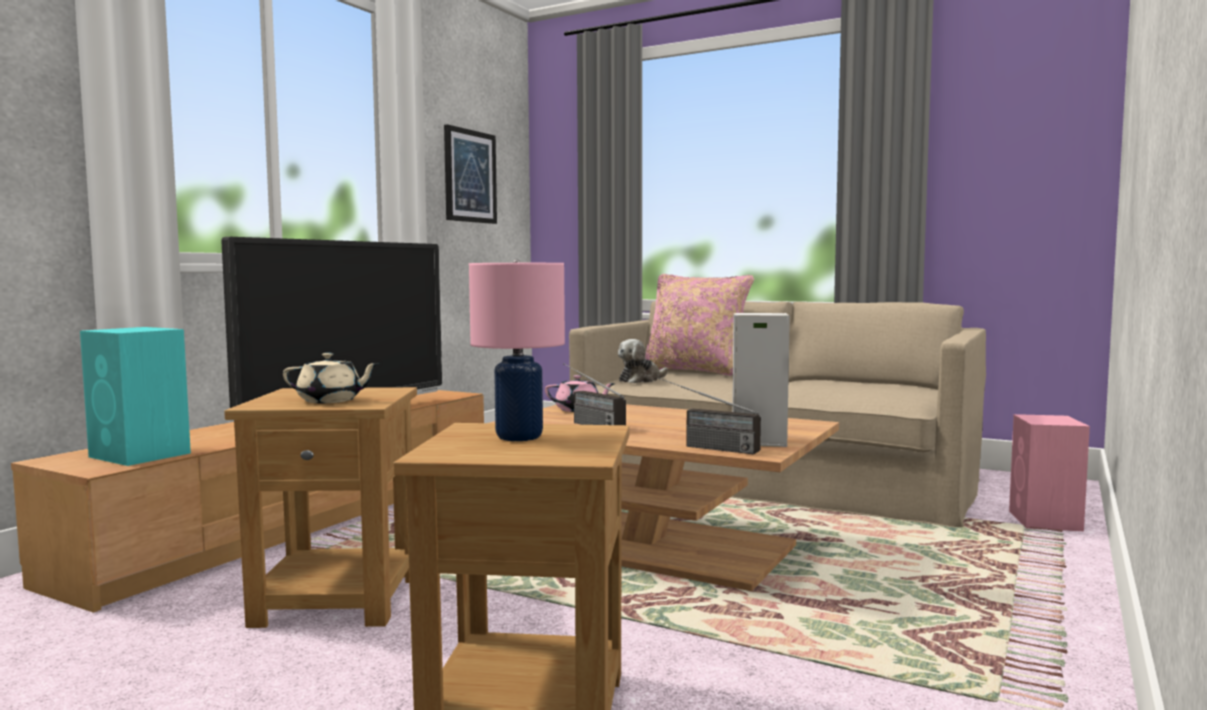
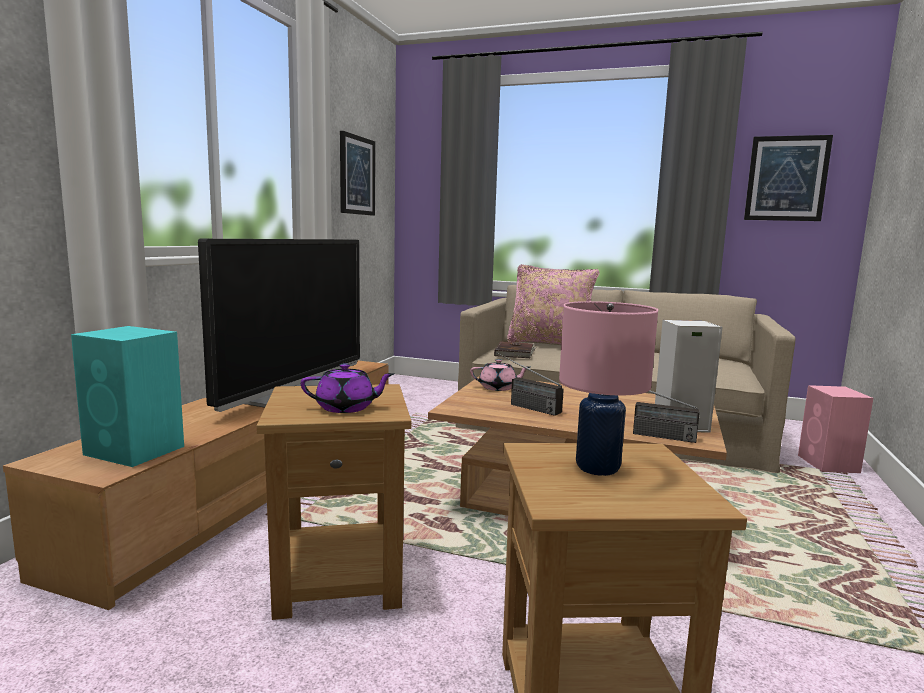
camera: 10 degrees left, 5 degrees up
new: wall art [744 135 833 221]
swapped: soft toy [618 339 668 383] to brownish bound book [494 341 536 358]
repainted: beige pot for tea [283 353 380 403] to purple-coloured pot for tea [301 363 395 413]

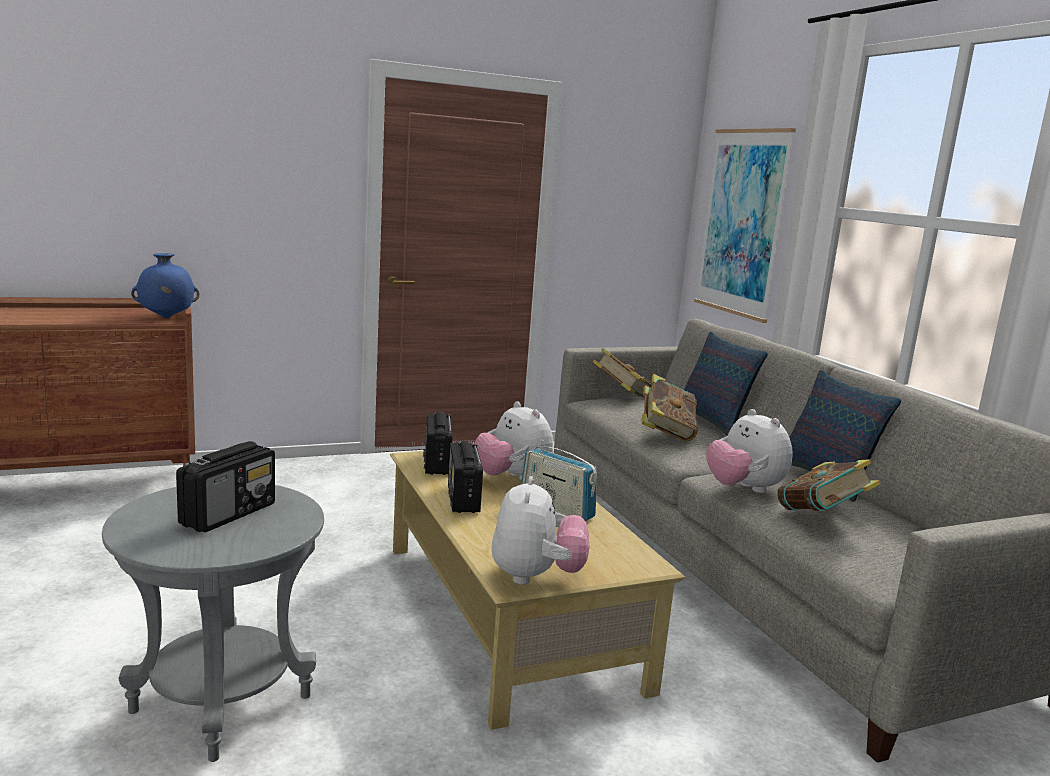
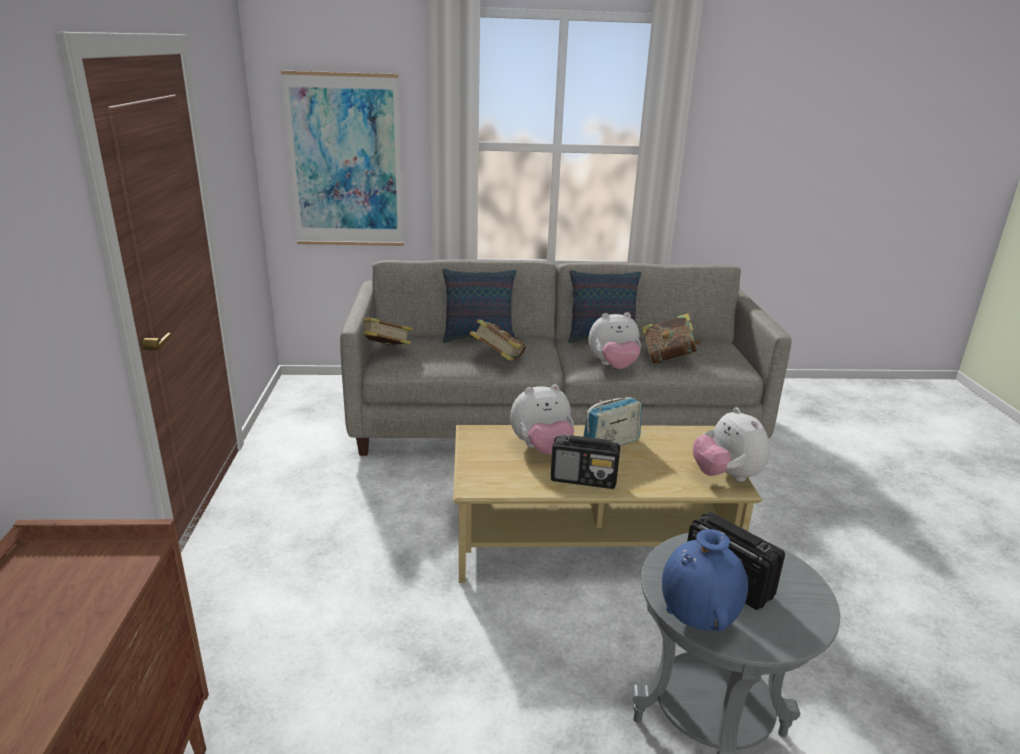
camera: 70 degrees left, 10 degrees up
gone: radio set [423 412 453 475]
shifted: bluish flower vase [131 253 199 318] to [662 529 748 631]
rotated: soft toy [492 476 590 585] = [693 407 770 482] 135 degrees counterclockwise

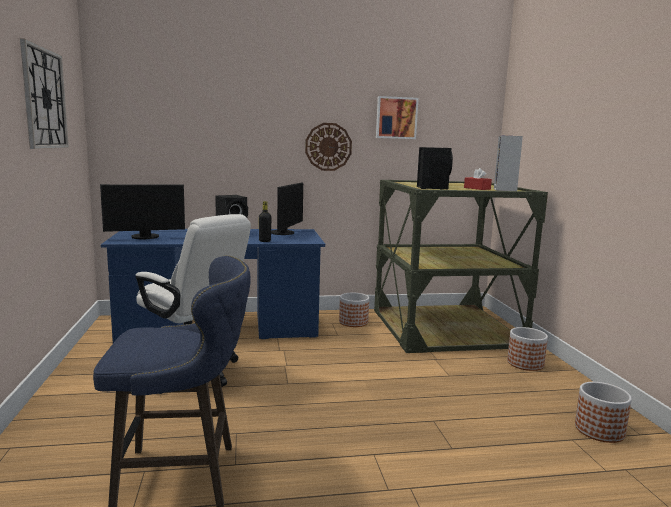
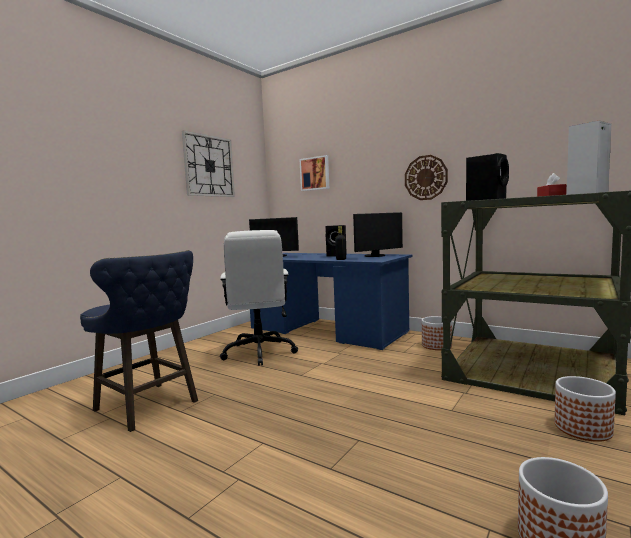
camera: 45 degrees right, 5 degrees down
shifted: wall art [376 96 419 139] to [299 155 329 191]

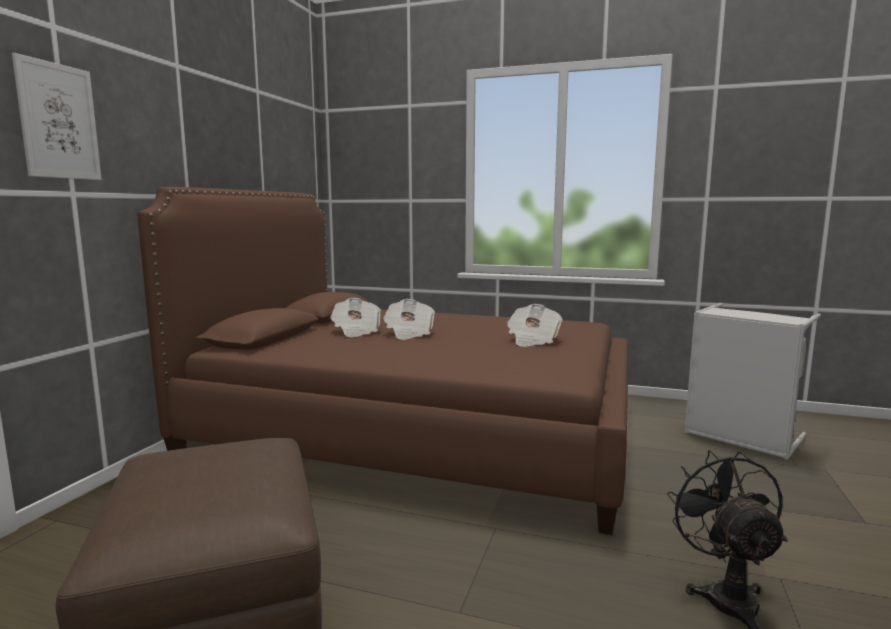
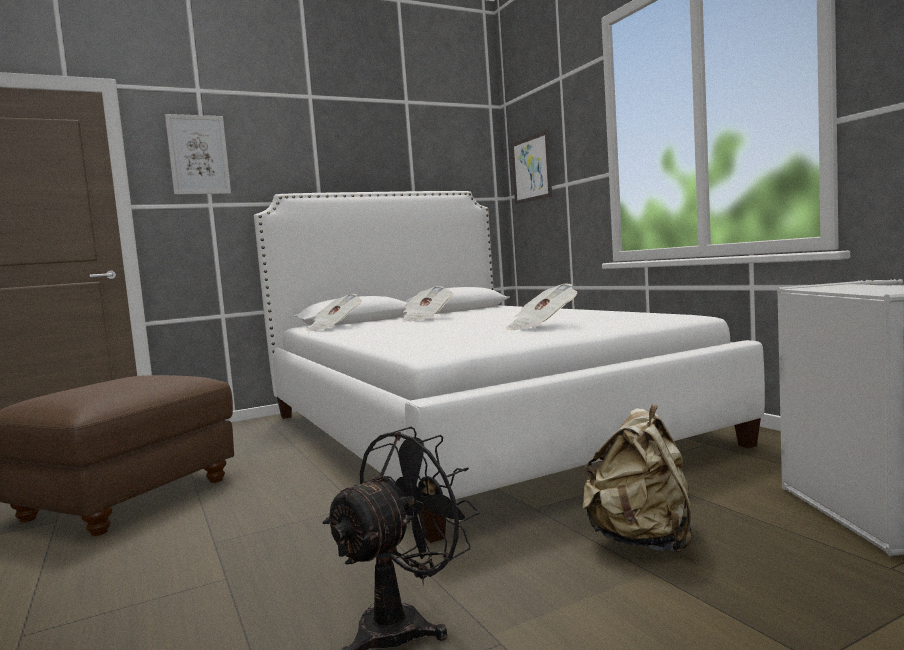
camera: 45 degrees right, 5 degrees down
new: wall art [511 130 552 204]; beige backpack [583 404 691 553]
shifted: newspaper [383 299 435 340] to [306 294 362 331]
repainted: brownish bedroom bed [137 187 628 535] to white-coloured bedroom bed [254 191 765 543]

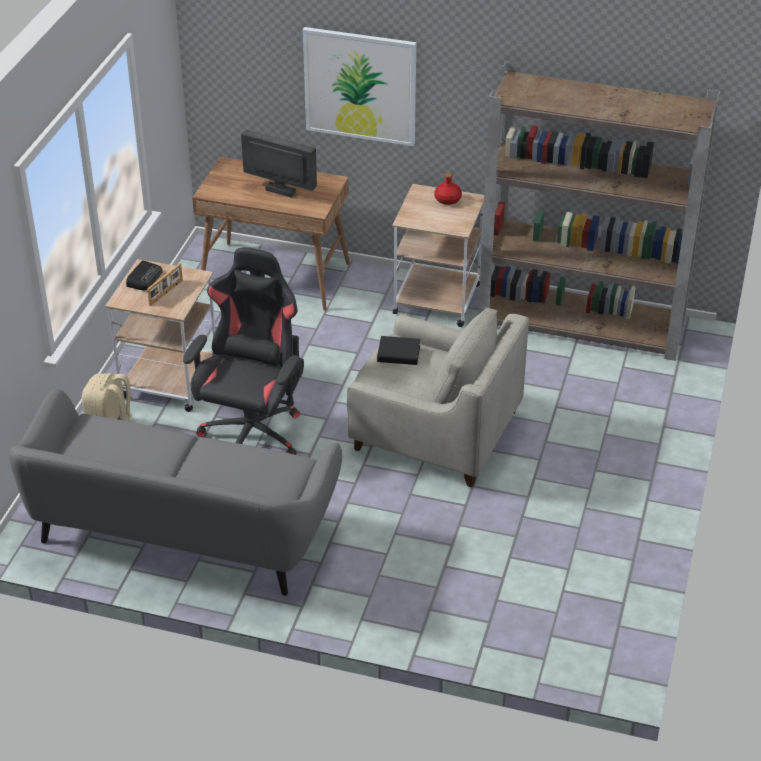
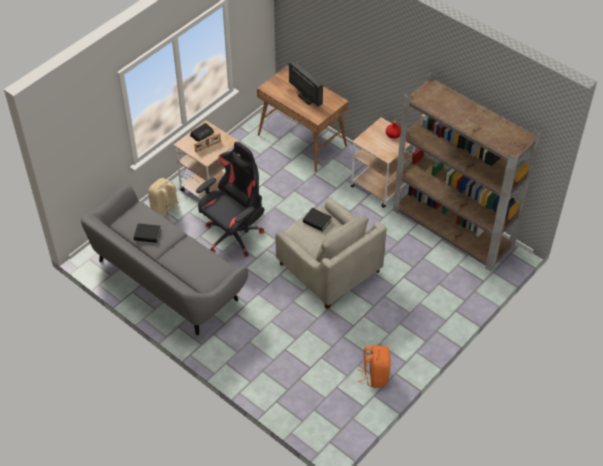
camera: 25 degrees right, 10 degrees up
gone: wall art [303 27 416 146]
new: black-coloured bound book [134 223 161 243]; orangey backpack [357 345 391 388]

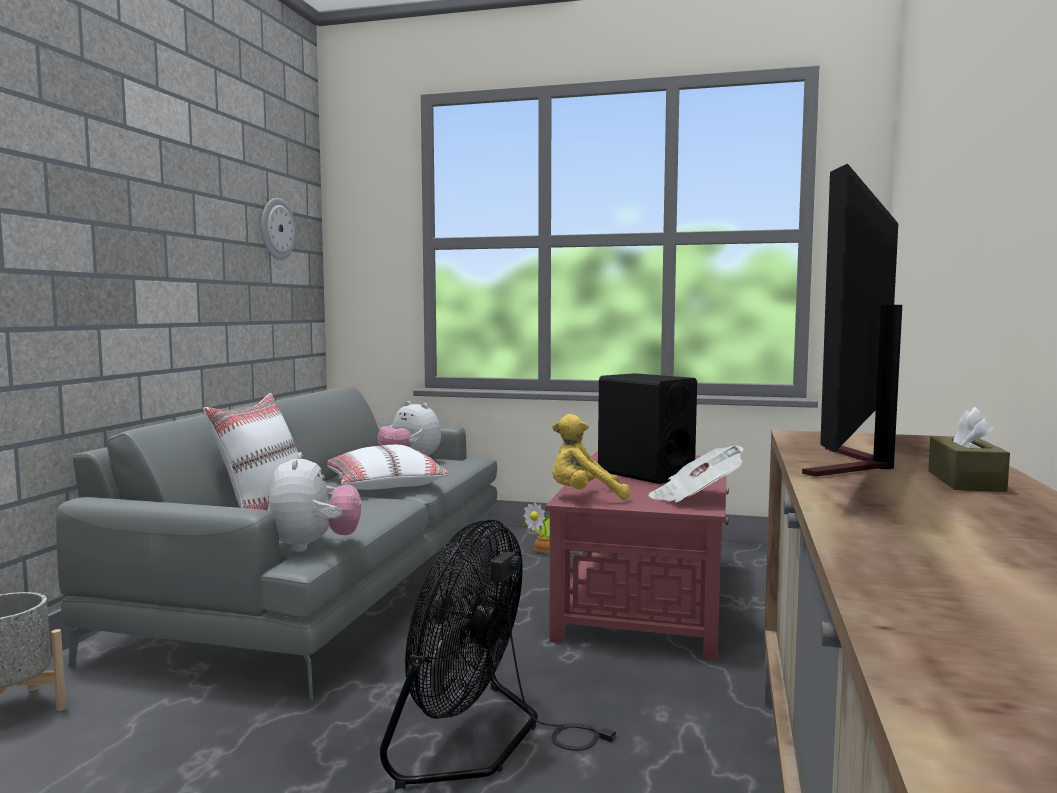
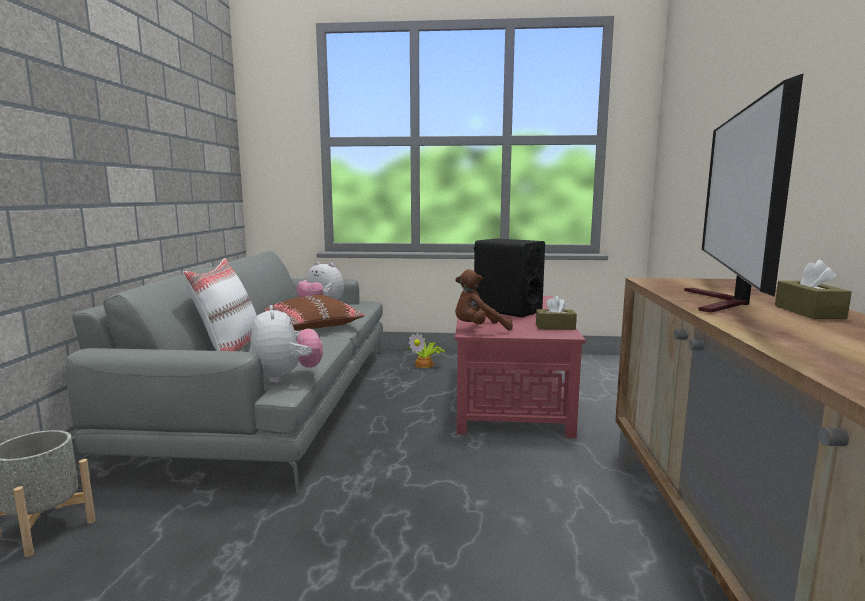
camera: 10 degrees left, 5 degrees up
gone: hanging clock [261 198 296 260]; black-coloured fan [380 519 618 789]
swapped: newspaper [649 446 744 502] to brownish tissue box [536 296 577 330]
repainted: white-coloured cushion [327 445 450 490] to brownish cushion [265 295 365 331]; yellow-coloured soft toy [552 414 630 500] to brownish soft toy [455 269 513 330]

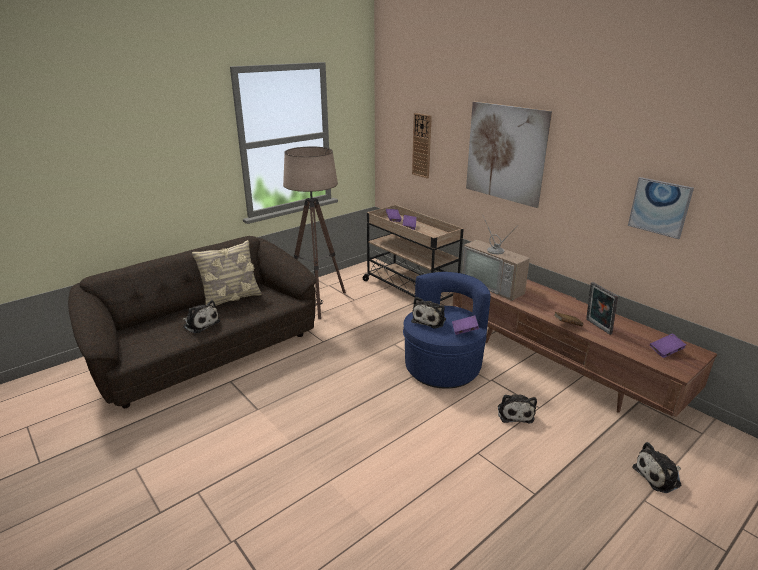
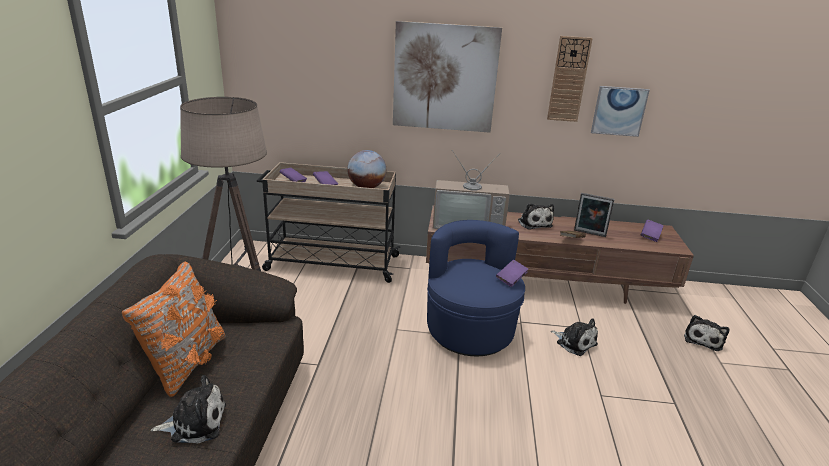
camera: 45 degrees left, 0 degrees up
new: desk globe [347 150 386 188]
shifted: soft toy [411 297 446 328] to [518 203 554 230]; hanging clock [412 113 432 179] to [547 36 593 122]
repainted: beige cushion [192 240 262 306] to orangey cushion [122 262 226 397]

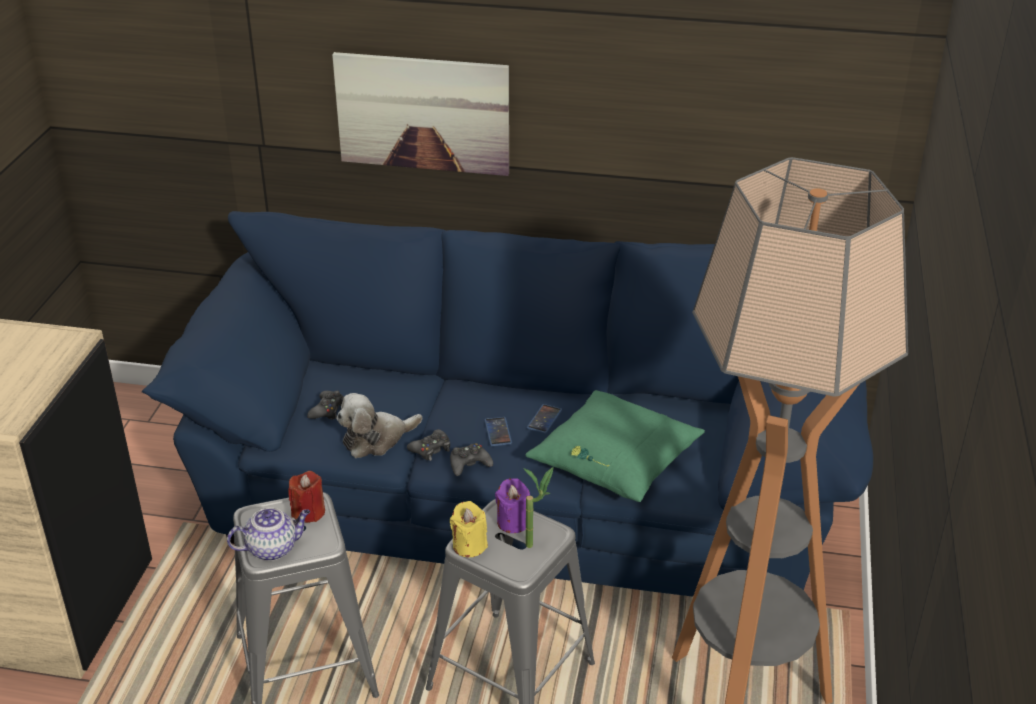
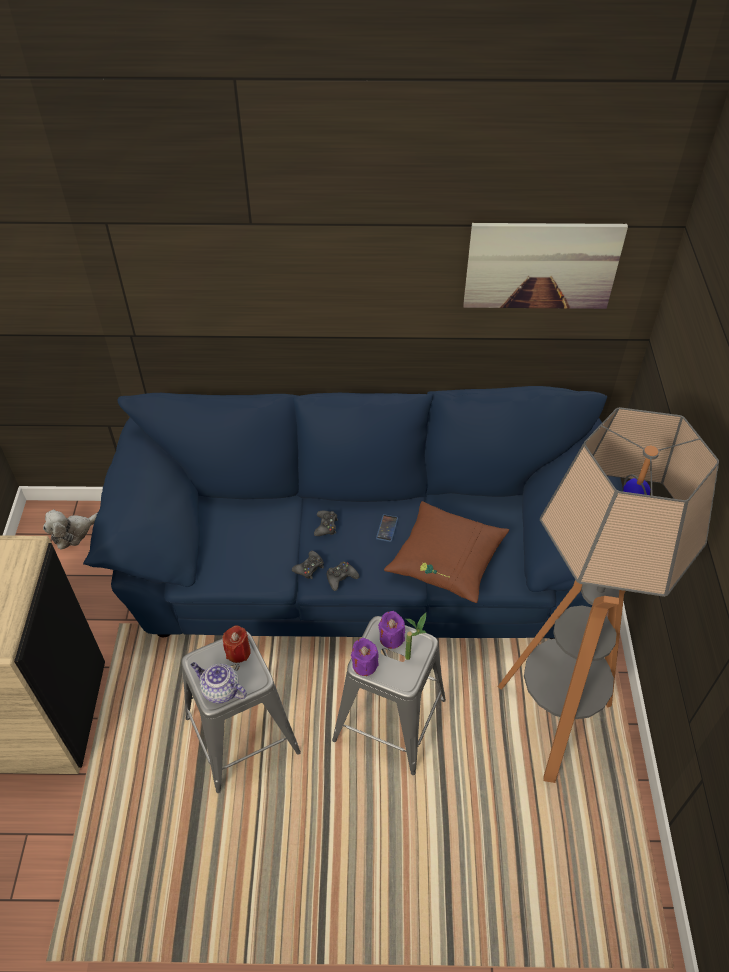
camera: 10 degrees left, 15 degrees up
gone: handset [484 417 512 446]
shifted: black-coloured game controller [307 391 344 420] to [314 511 338 536]; wall art [332 52 509 176] to [463 223 628 309]; soft toy [336 393 422 458] to [43 510 97 550]
repainted: yellow-coloured candle [450 501 488 558] to purple-coloured candle [351 638 379 676]; green-coloured cushion [526 390 705 502] to brownish cushion [384 501 509 603]
rotated: pot for tea [227 507 310 561] = [191 662 247 704] 120 degrees counterclockwise

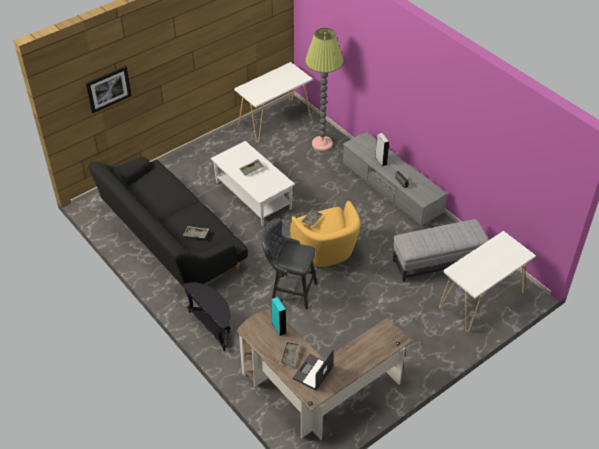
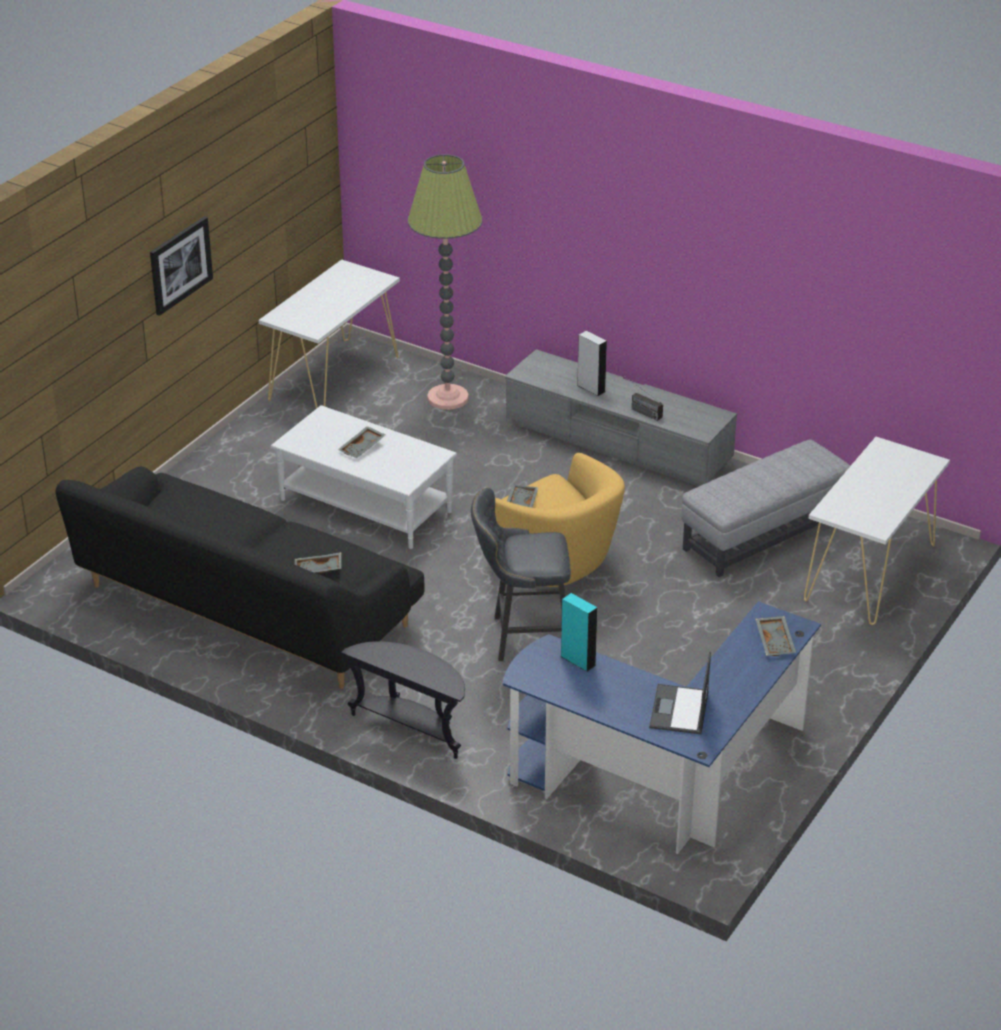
camera: 20 degrees left, 10 degrees down
shifted: wall art [86 66 132 113] to [150 216 213 316]; greyish carrying tray [279 341 301 367] to [755 616 796 656]
repainted: brownish desk unit [236 308 412 440] to bluish desk unit [503 601 821 854]

